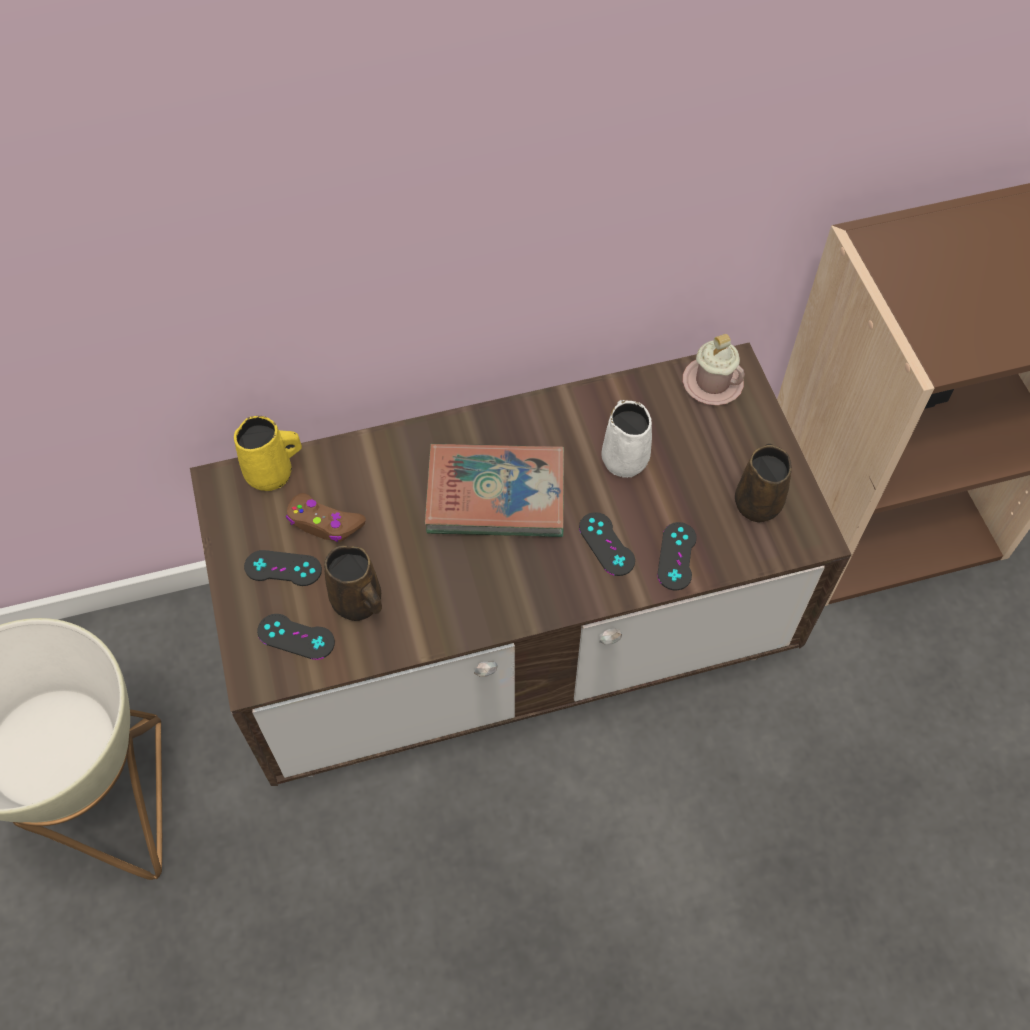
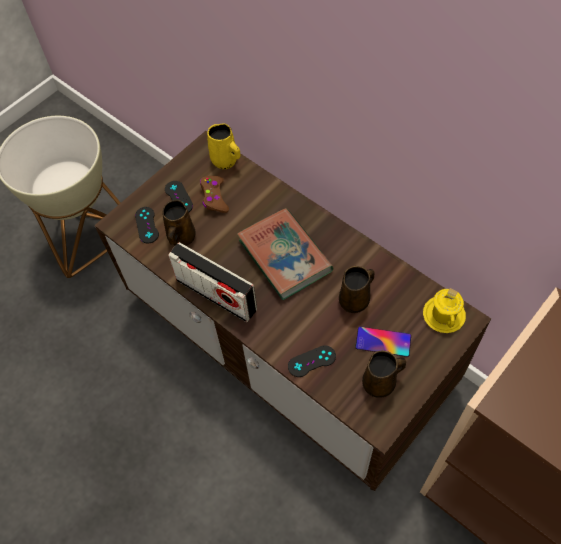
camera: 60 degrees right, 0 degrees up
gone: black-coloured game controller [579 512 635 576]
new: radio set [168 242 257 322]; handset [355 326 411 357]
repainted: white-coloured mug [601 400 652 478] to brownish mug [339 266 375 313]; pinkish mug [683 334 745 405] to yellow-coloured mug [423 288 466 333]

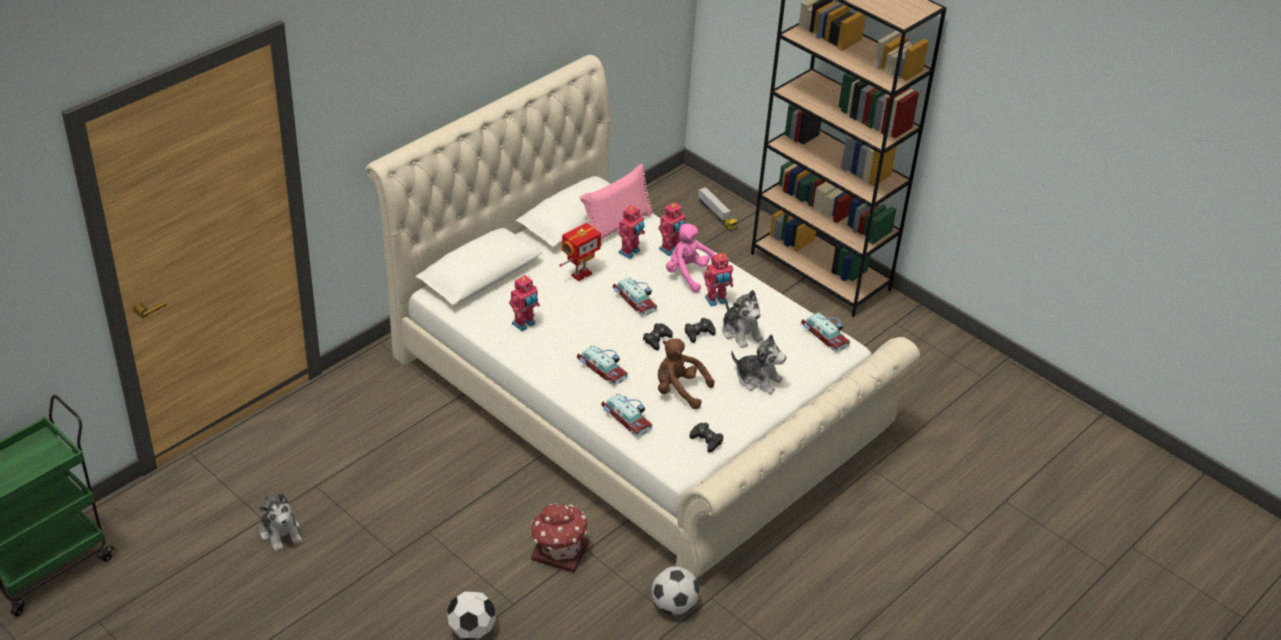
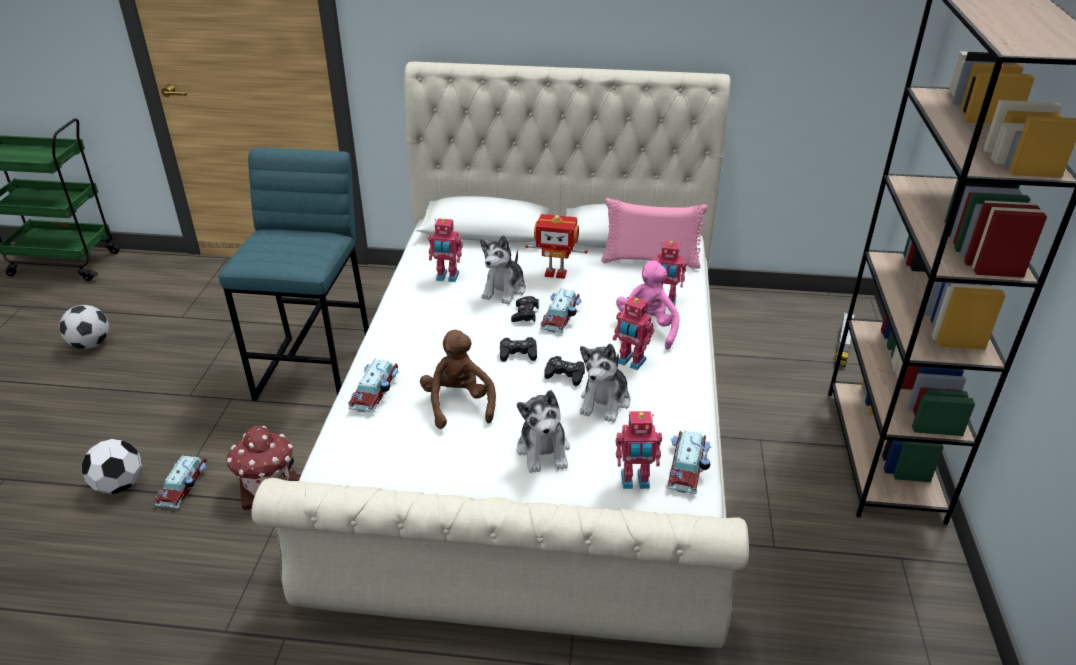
camera: 55 degrees right, 5 degrees down
new: turquoise-coloured stool seat [219 147 369 401]
shifted: soft toy [258 493 302 552] to [480 235 526 305]; model car [577 345 628 386] to [154 455 207 508]; model robot [618 205 645 259] to [616 411 662 489]; football [652 566 699 615] to [59 305 109 349]; black-coloured game controller [689 423 723 453] to [511 296 539 322]

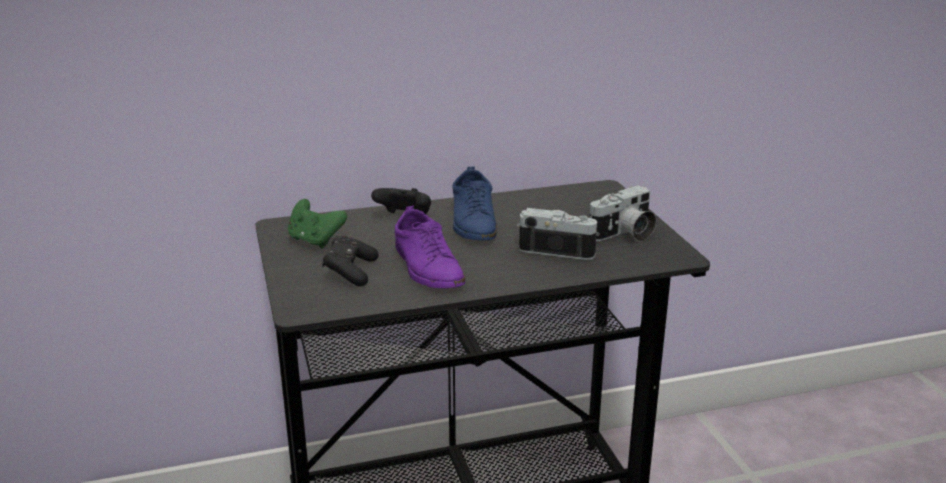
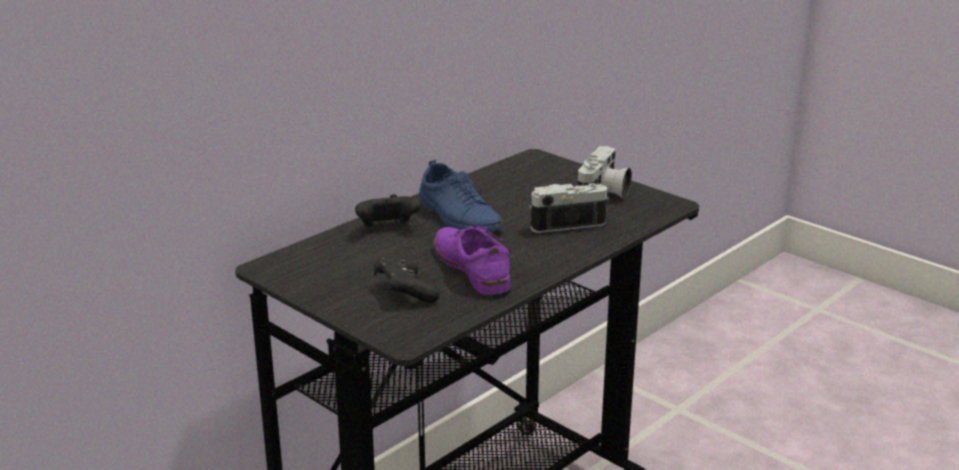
camera: 30 degrees left, 0 degrees up
gone: green-coloured game controller [288 199 347 248]
rotated: purple-coloured item of footwear [395 206 465 288] = [434 225 511 295] 150 degrees counterclockwise

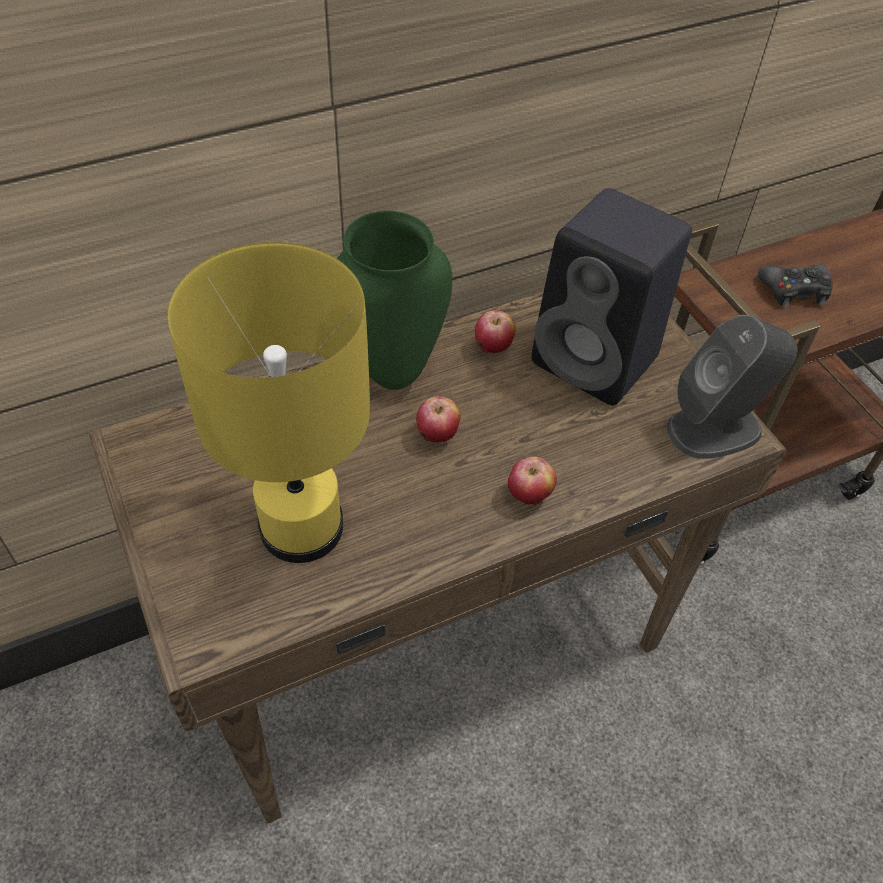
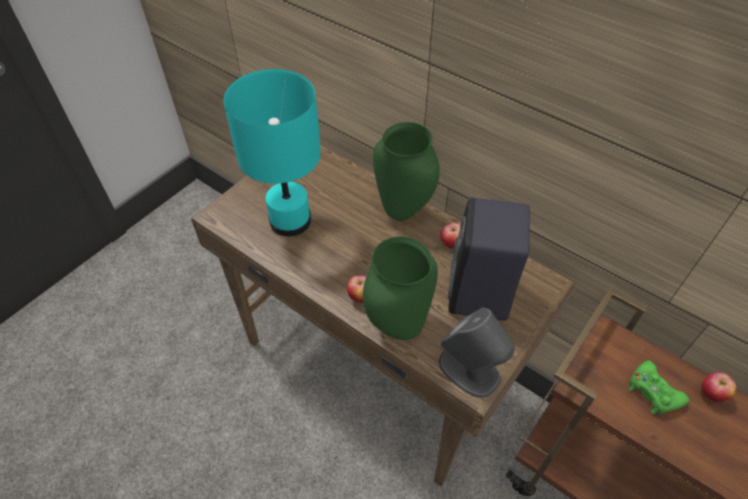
camera: 65 degrees right, 0 degrees up
new: green-coloured flower vase [363 236 438 340]
shifted: whole apple [416 396 461 442] to [701 372 737 402]
repainted: yellow-coloured lamp for a table [168 242 370 563] to turquoise-coloured lamp for a table [224 69 321 236]; black-coloured game controller [758 264 833 308] to green-coloured game controller [628 360 690 414]

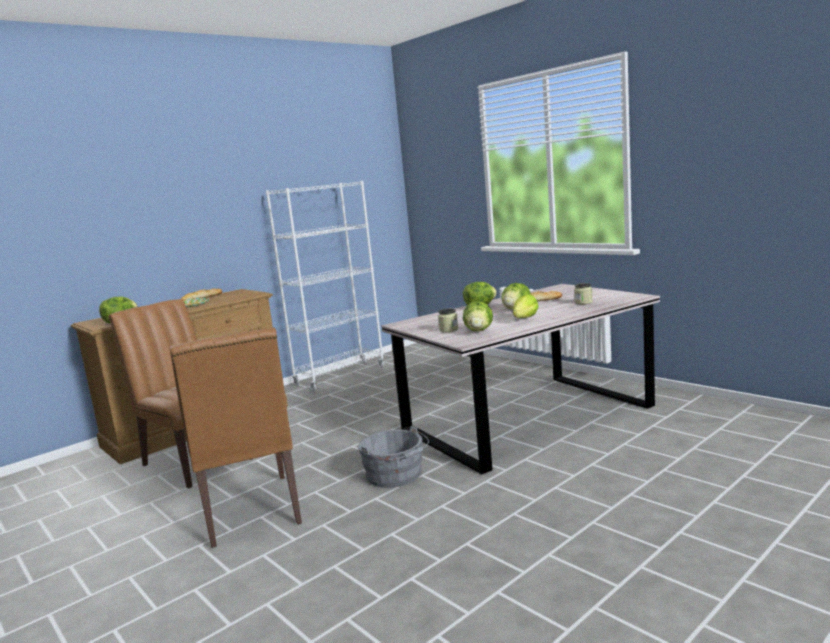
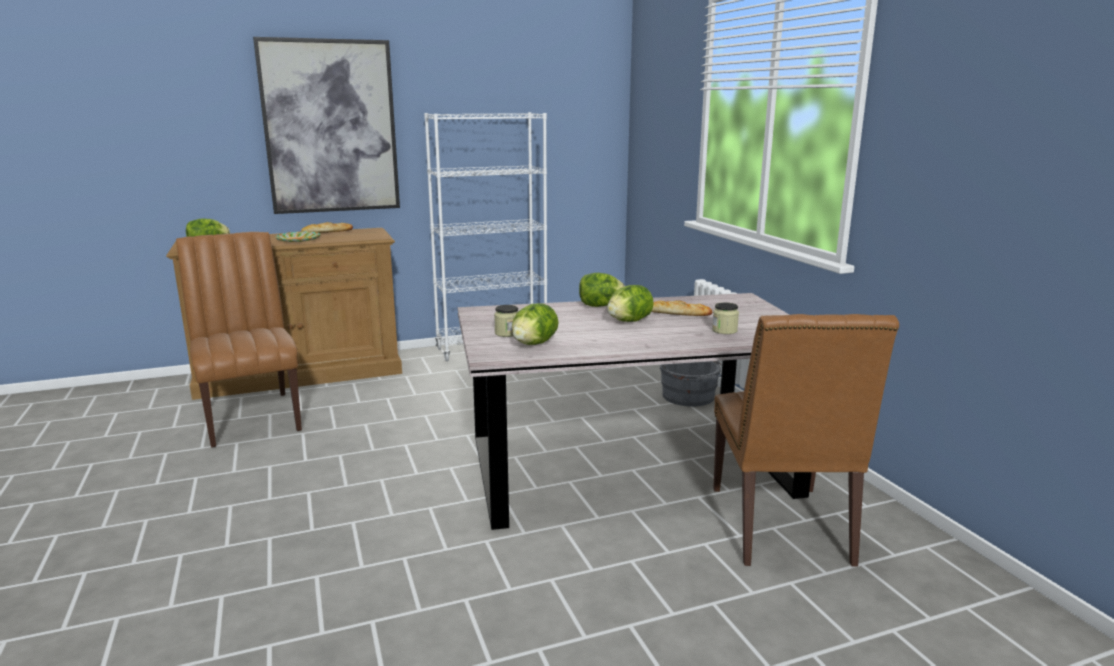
camera: 20 degrees right, 5 degrees up
gone: lettuce [513 294 538 318]
new: wall art [253 37 400 214]
shifted: brownish upright chair [170 328 302 548] to [713 314 899 567]; greyish pail [358 426 429 488] to [660 361 722 406]

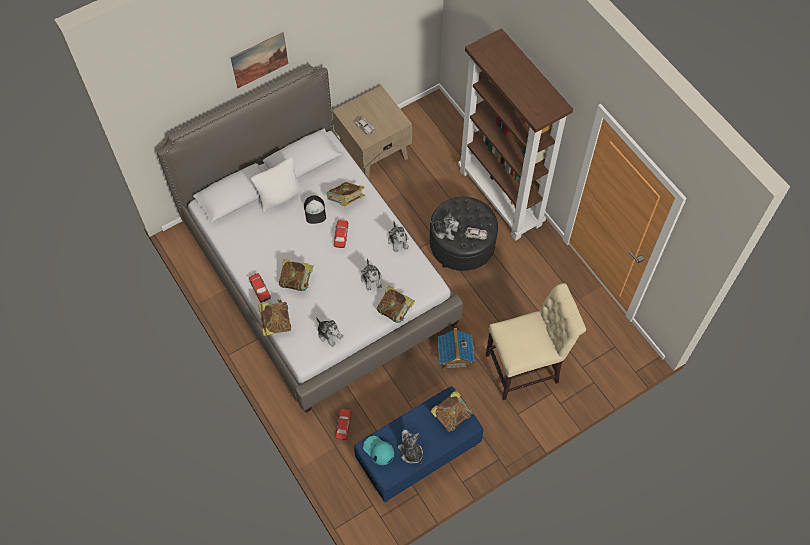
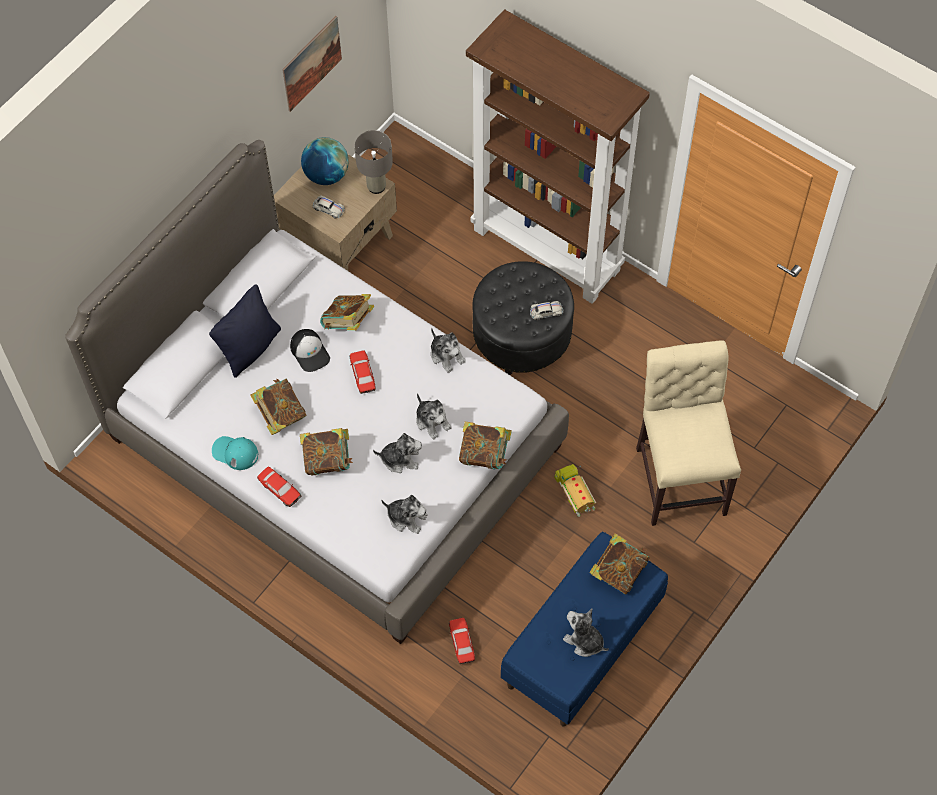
camera: 20 degrees left, 0 degrees up
new: desk globe [301 137 349 185]; greyish lamp for a table [355 130 393 194]
shifted: wall art [231 32 288 88] to [282 16 342 112]; bound book [258 300 291 336] to [250 379 307 435]; turquoise-coloured peaked cap [363 436 394 465] to [212 436 258 470]; soft toy [429 214 459 240] to [373 433 422 473]
swapped: toy house [437 328 475 370] to toy lorry [554 464 596 517]
repainted: white-coloured cushion [251 157 304 212] to black-coloured cushion [209 284 281 378]
rotated: beige upright chair [486 283 586 400] = [636 340 741 526] 60 degrees counterclockwise

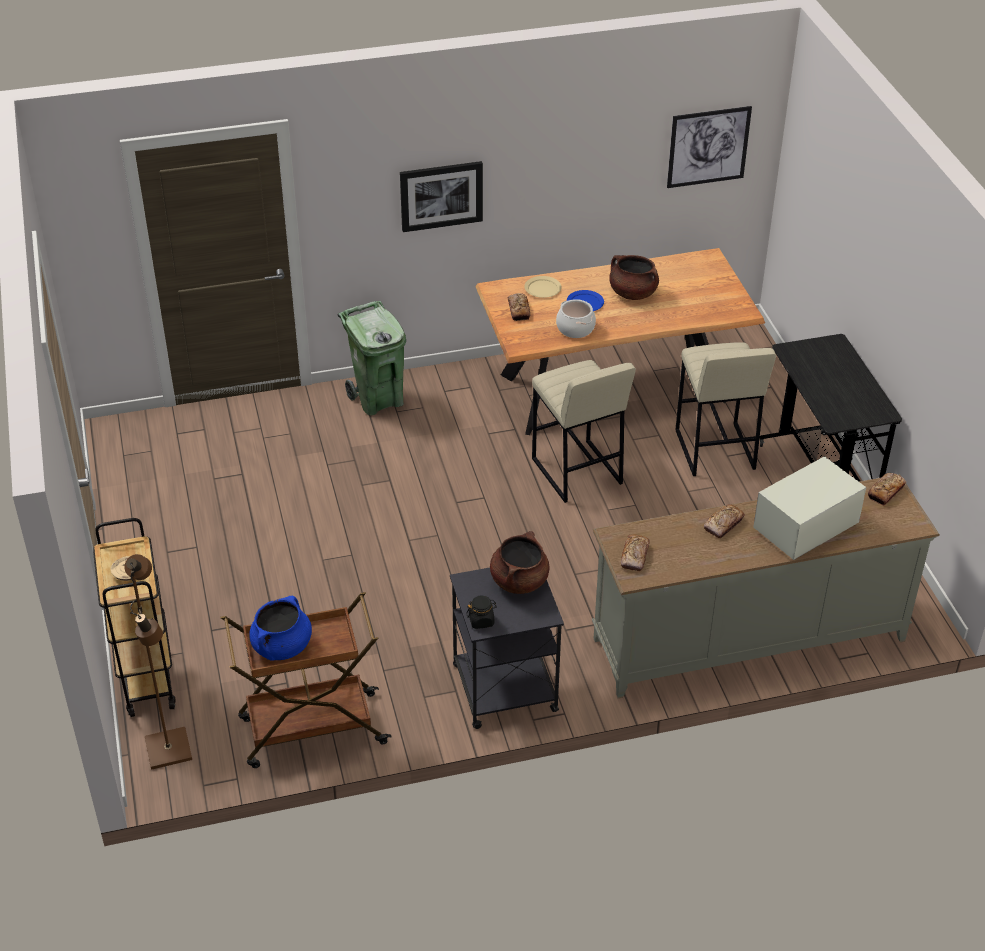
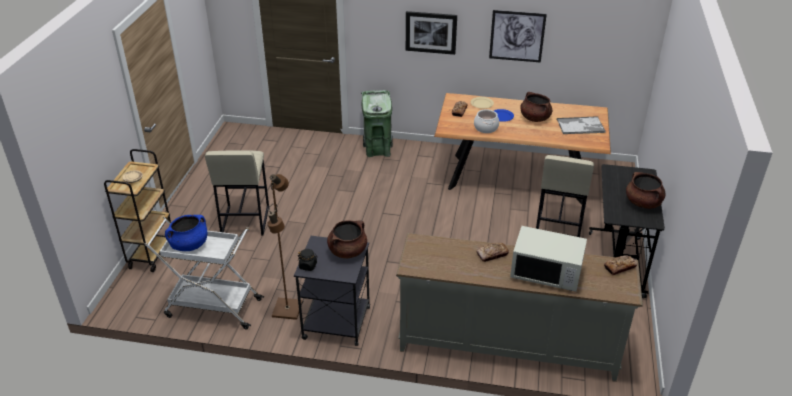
camera: 25 degrees right, 5 degrees down
gone: bread [621 534 650 572]
new: carrying tray [557 116 606 134]; brownish stockpot [626 172 665 209]
shifted: brownish standing lamp [124 554 192 770] to [267 174 303 320]; beige stool seat [532 360 636 503] to [205 150 269 236]; wall art [667 106 752 188] to [489 10 547 63]
repainted: brownish trolley [220 592 392 768] to white-coloured trolley [145 217 264 329]
rotated: white-coloured kitchen microwave [753 456 866 560] = [510 226 587 292] 150 degrees counterclockwise

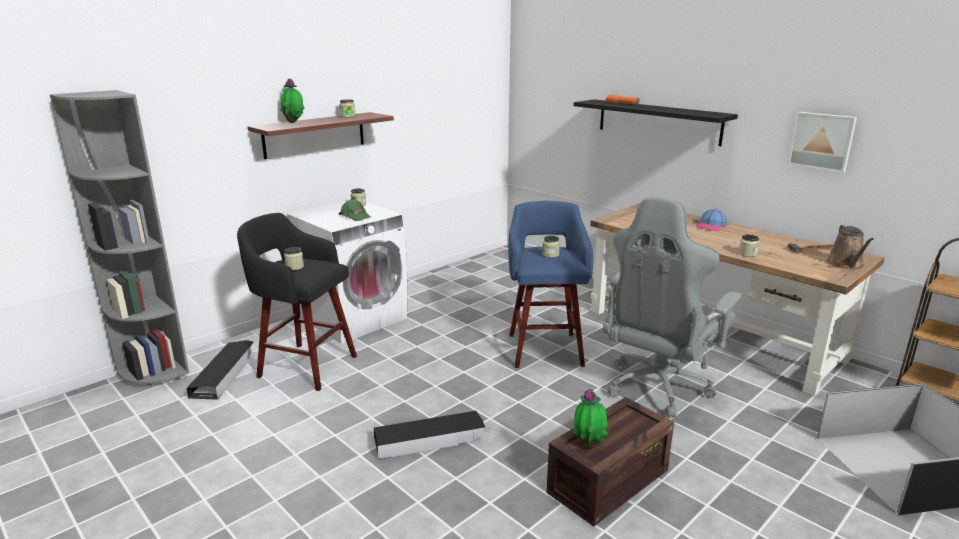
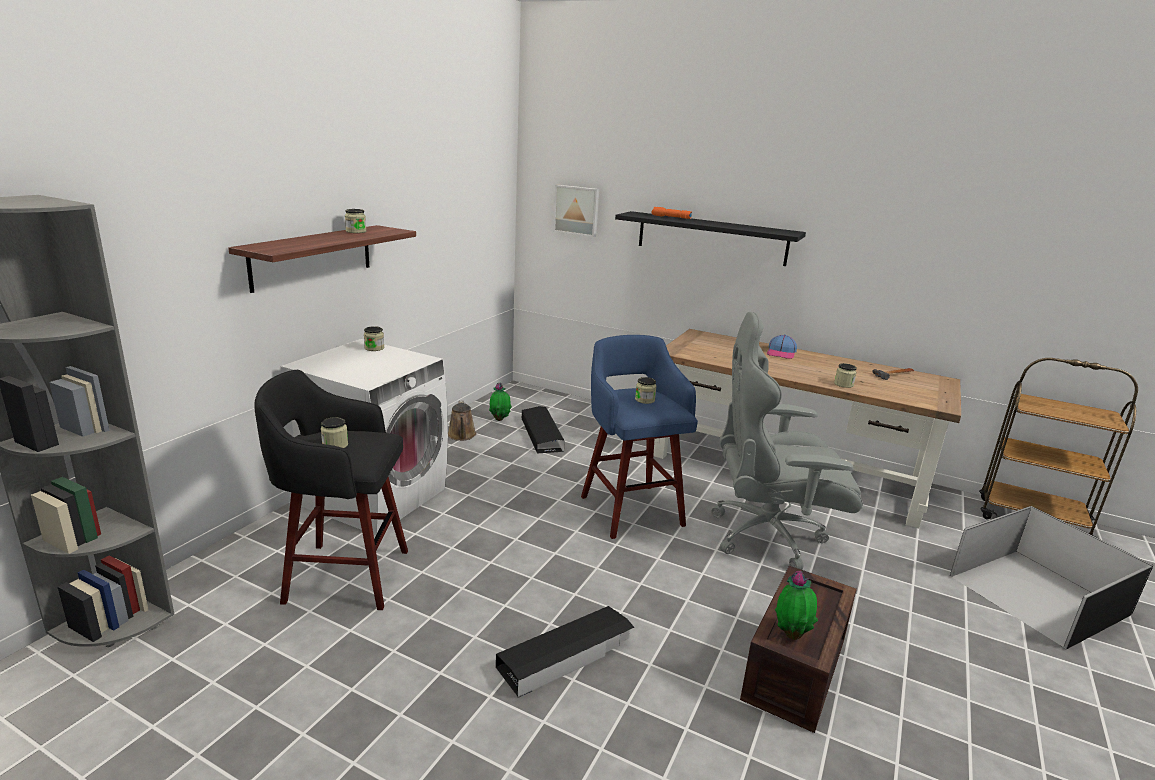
camera: 20 degrees left, 0 degrees up
gone: green-coloured peaked cap [339 199 371 221]
shifted: black-coloured storage container [186 340 254 400] to [521 406 565 454]; plant in a pot [281 78 304 123] to [489 383 512 421]; wall art [788 112 857 173] to [553 185 599 237]; brownish watering pot [827 225 874 269] to [448 401 476 441]
rotated: greyish desk chair [603 197 741 417] = [711 312 863 570] 75 degrees clockwise

